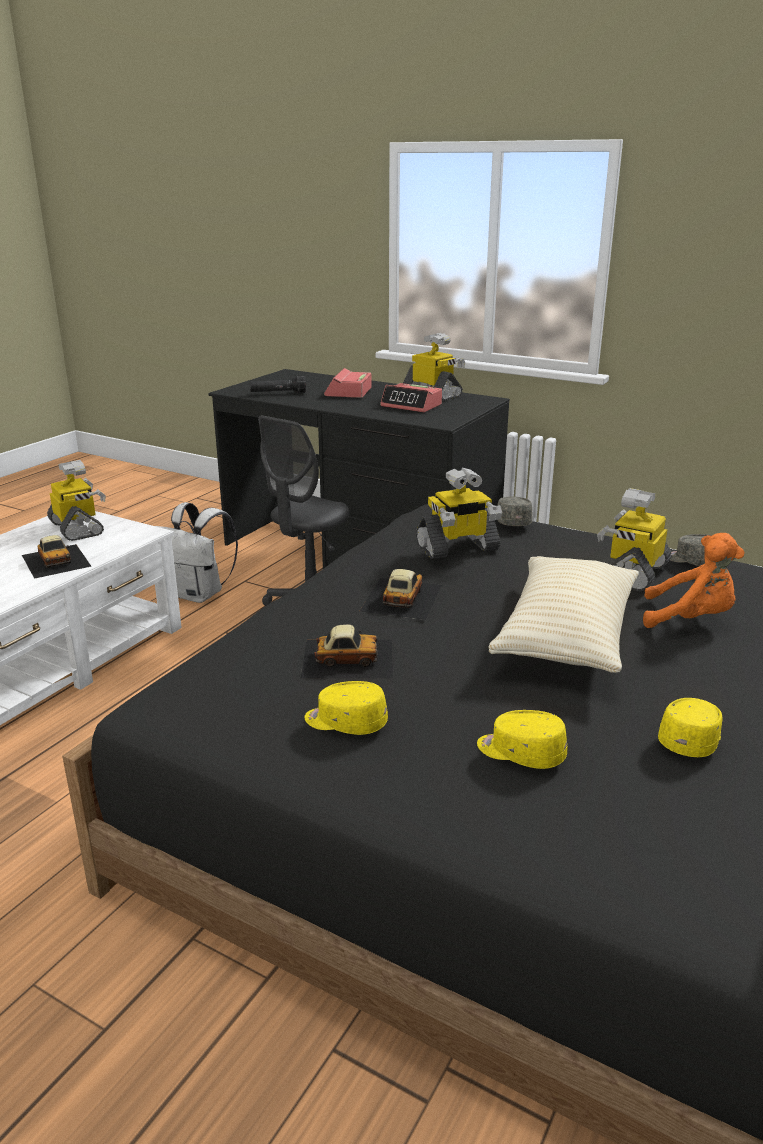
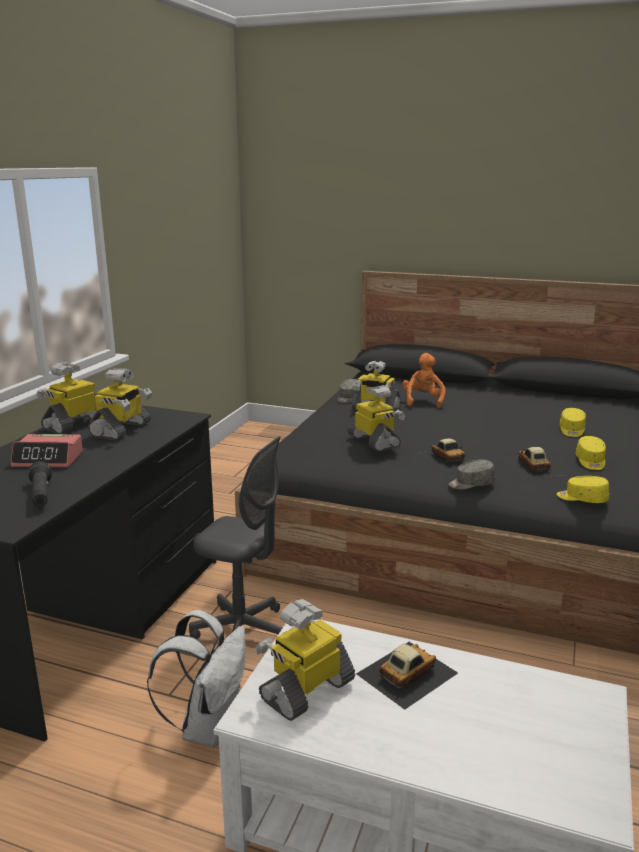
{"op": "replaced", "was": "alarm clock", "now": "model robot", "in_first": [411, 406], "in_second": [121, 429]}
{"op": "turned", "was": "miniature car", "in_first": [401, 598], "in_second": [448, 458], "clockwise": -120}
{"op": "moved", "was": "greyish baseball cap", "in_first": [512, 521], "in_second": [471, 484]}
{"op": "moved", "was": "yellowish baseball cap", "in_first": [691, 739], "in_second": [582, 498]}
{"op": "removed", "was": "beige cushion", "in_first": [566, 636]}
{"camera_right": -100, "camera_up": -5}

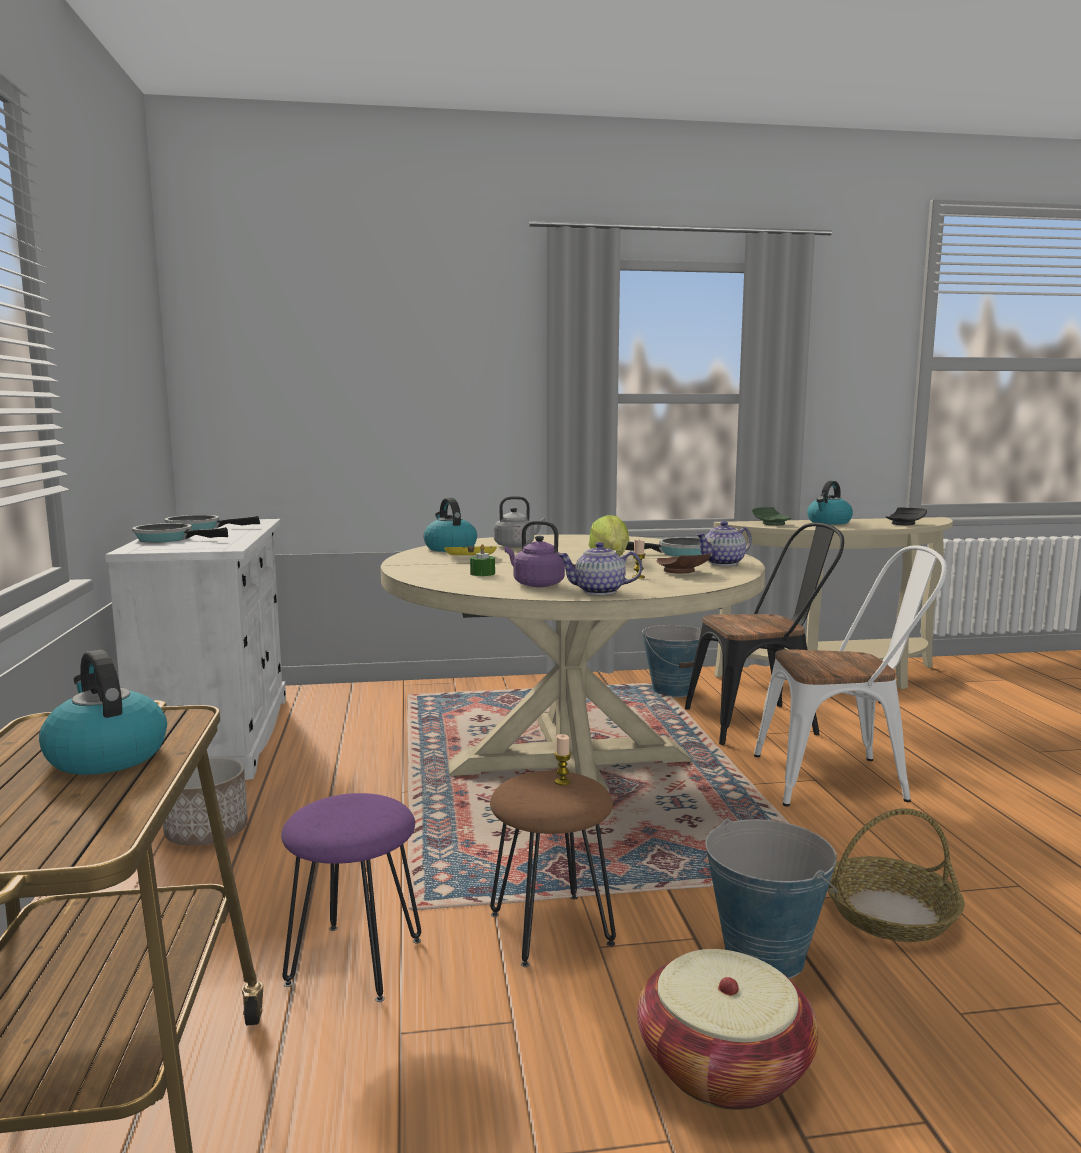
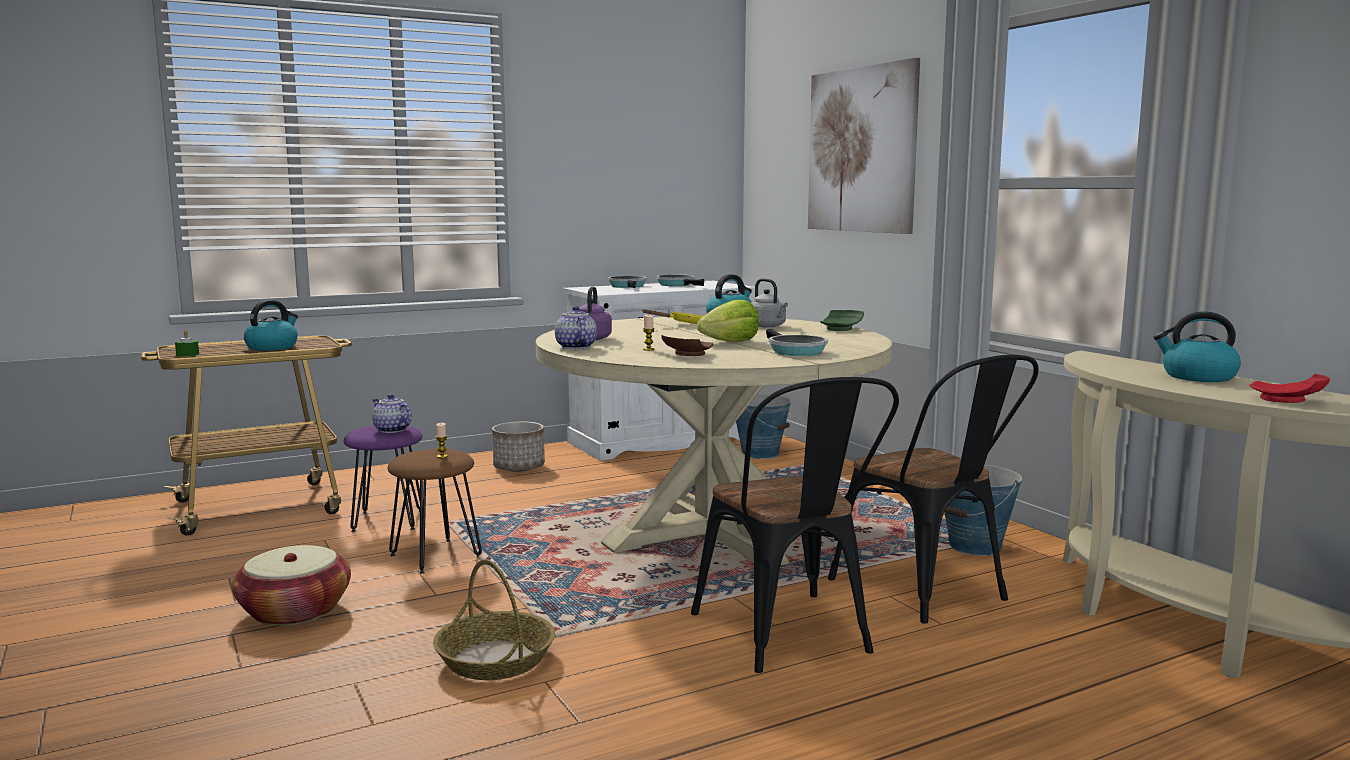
{"op": "moved", "was": "greenish wax light", "in_first": [482, 573], "in_second": [187, 354]}
{"op": "moved", "was": "pot for tea", "in_first": [723, 563], "in_second": [391, 430]}
{"op": "recoloured", "was": "whitish plain chair", "now": "black plain chair", "in_first": [842, 779], "in_second": [789, 637]}
{"op": "moved", "was": "water bucket", "in_first": [763, 955], "in_second": [760, 453]}
{"op": "added", "now": "wall art", "in_second": [861, 150]}
{"op": "moved", "was": "greenish dinner plate", "in_first": [771, 523], "in_second": [841, 329]}
{"op": "recoloured", "was": "black dinner plate", "now": "reddish dinner plate", "in_first": [905, 524], "in_second": [1288, 400]}
{"camera_right": 70, "camera_up": 0}

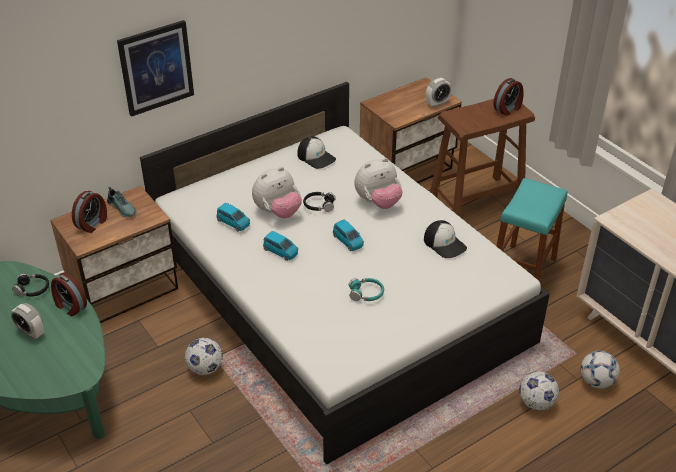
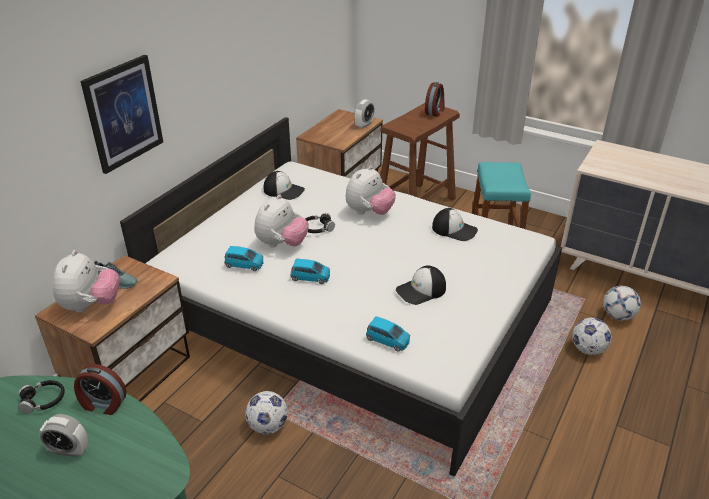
{"op": "replaced", "was": "alarm clock", "now": "soft toy", "in_first": [92, 224], "in_second": [91, 305]}
{"op": "moved", "was": "bluish miniature car", "in_first": [348, 241], "in_second": [387, 340]}
{"op": "replaced", "was": "turquoise-coloured headphones", "now": "baseball cap", "in_first": [366, 293], "in_second": [421, 290]}
{"camera_right": -25, "camera_up": -5}

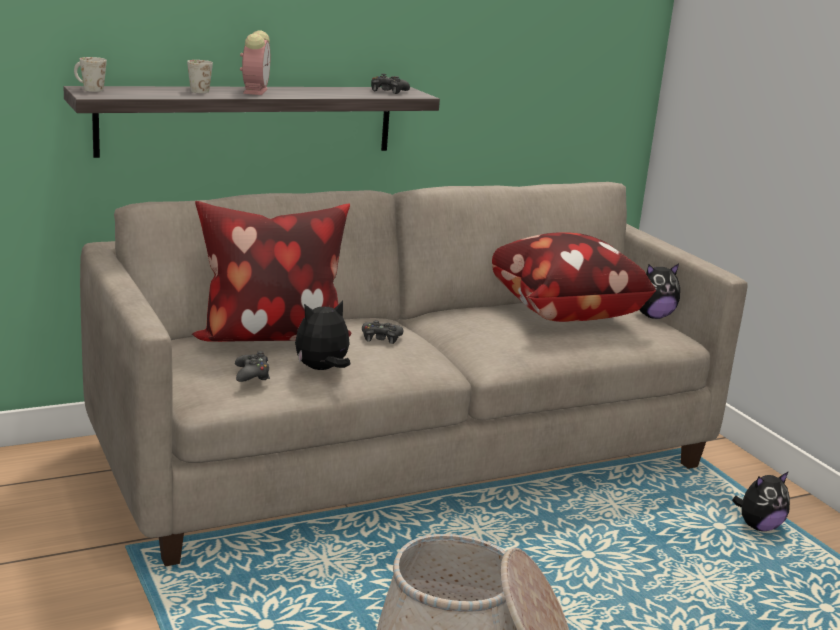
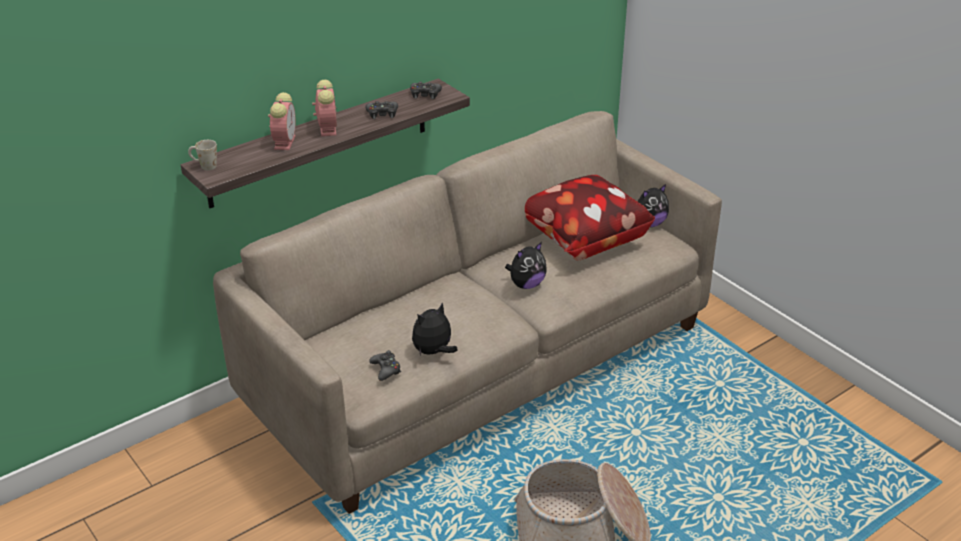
{"op": "replaced", "was": "whitish tea mug", "now": "alarm clock", "in_first": [197, 90], "in_second": [284, 141]}
{"op": "moved", "was": "black gamepad", "in_first": [381, 338], "in_second": [382, 114]}
{"op": "moved", "was": "soft toy", "in_first": [758, 526], "in_second": [526, 284]}
{"op": "removed", "was": "cushion", "in_first": [270, 337]}
{"camera_right": -10, "camera_up": 15}

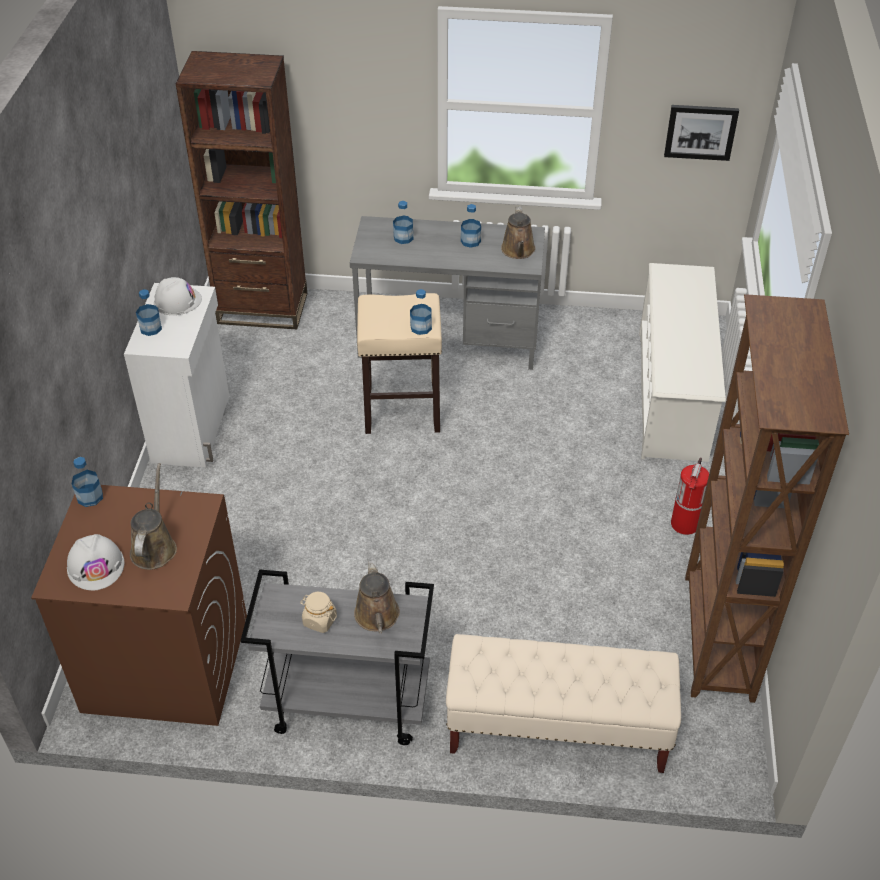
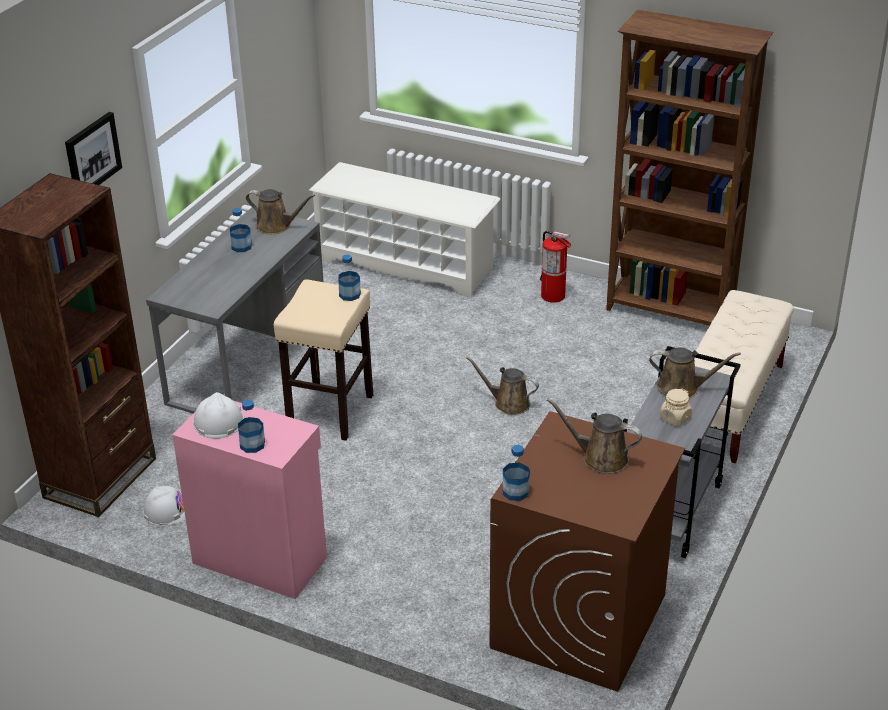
{"op": "moved", "was": "wall art", "in_first": [700, 131], "in_second": [92, 154]}
{"op": "moved", "was": "whitish work helmet", "in_first": [96, 566], "in_second": [167, 510]}
{"op": "recoloured", "was": "whitish storage cabinet", "now": "pink-coloured storage cabinet", "in_first": [193, 428], "in_second": [260, 558]}
{"op": "added", "now": "brown-coloured sprinkling can", "in_second": [508, 403]}
{"op": "removed", "was": "bottle", "in_first": [403, 238]}
{"camera_right": -70, "camera_up": -10}

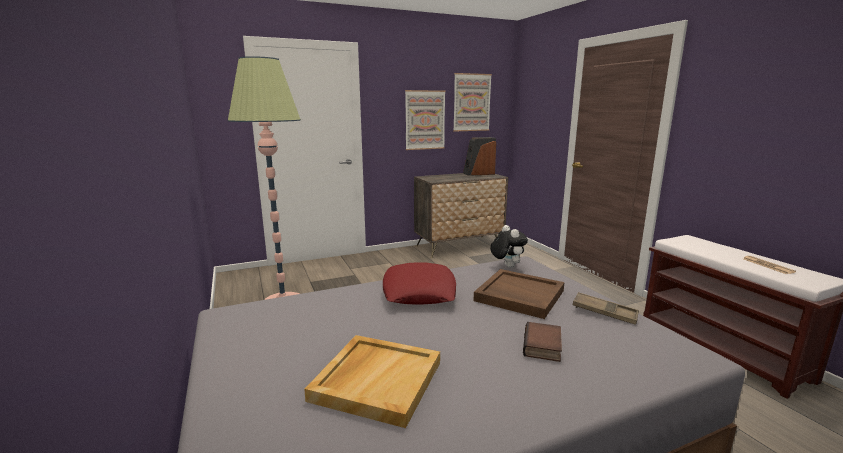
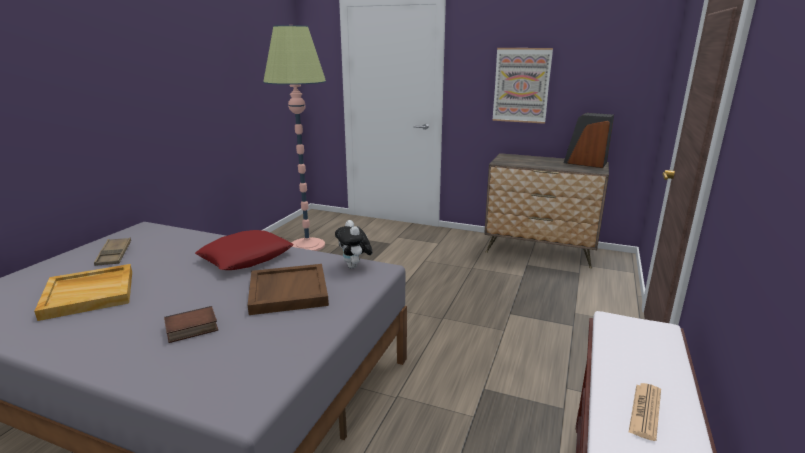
{"op": "moved", "was": "brown-coloured serving tray", "in_first": [604, 312], "in_second": [114, 255]}
{"op": "turned", "was": "soft toy", "in_first": [506, 266], "in_second": [354, 266], "clockwise": 135}
{"op": "removed", "was": "wall art", "in_first": [471, 102]}
{"camera_right": 45, "camera_up": 5}

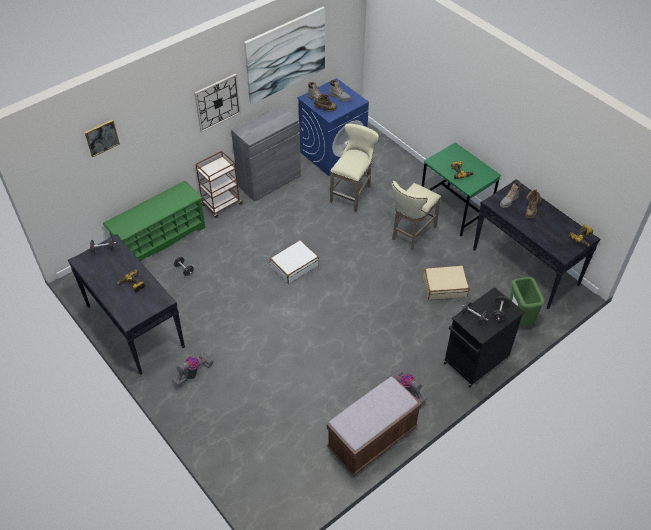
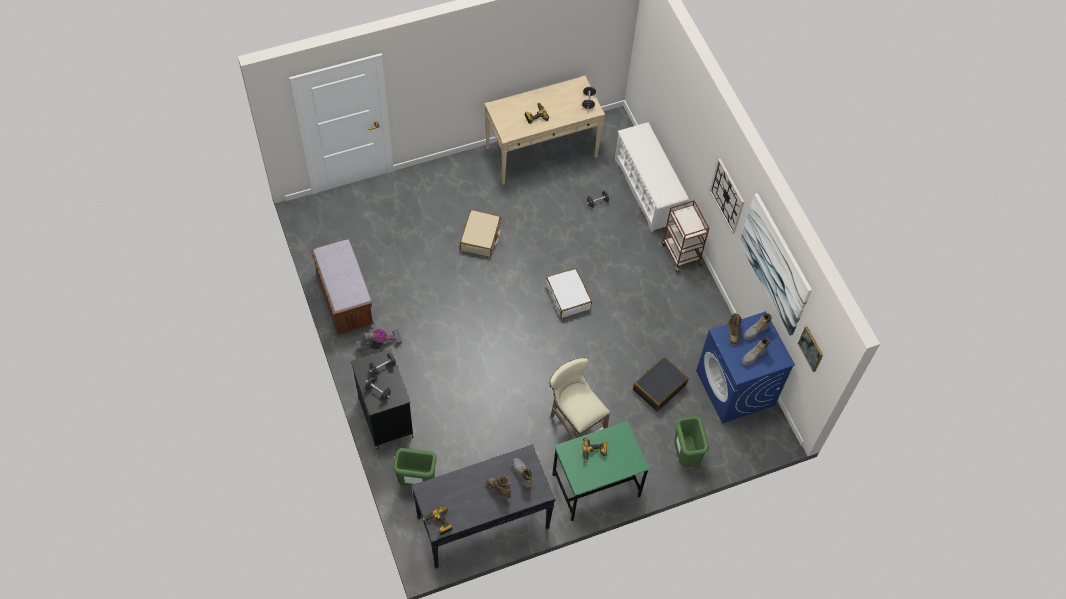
{"op": "moved", "was": "beige suitcase", "in_first": [444, 287], "in_second": [481, 237]}
{"op": "recoloured", "was": "black console table", "now": "beige console table", "in_first": [134, 326], "in_second": [542, 152]}
{"op": "recoloured", "was": "greenish shoe shelf", "now": "whitish shoe shelf", "in_first": [160, 239], "in_second": [647, 190]}
{"op": "replaced", "was": "beige stool", "now": "black suitcase", "in_first": [353, 193], "in_second": [659, 387]}
{"op": "added", "now": "greenish rubbish bin", "in_second": [686, 455]}
{"op": "moved", "was": "wall art", "in_first": [101, 137], "in_second": [811, 348]}
{"op": "removed", "was": "vacuum cleaner", "in_first": [193, 373]}
{"op": "removed", "was": "greyish storage cabinet", "in_first": [269, 181]}
{"camera_right": 105, "camera_up": 10}

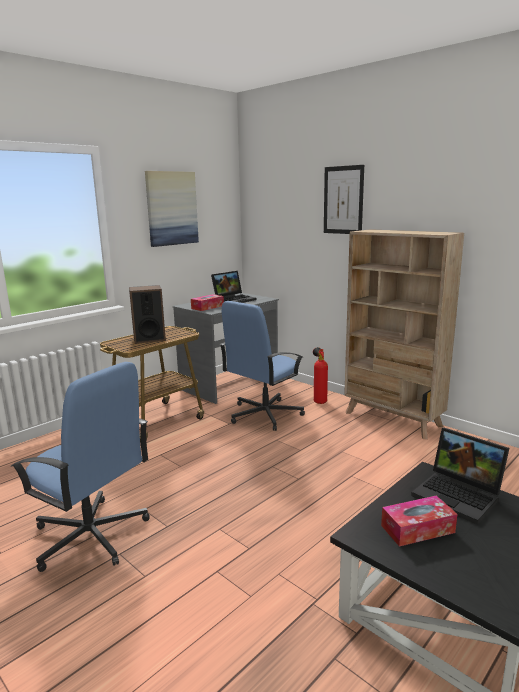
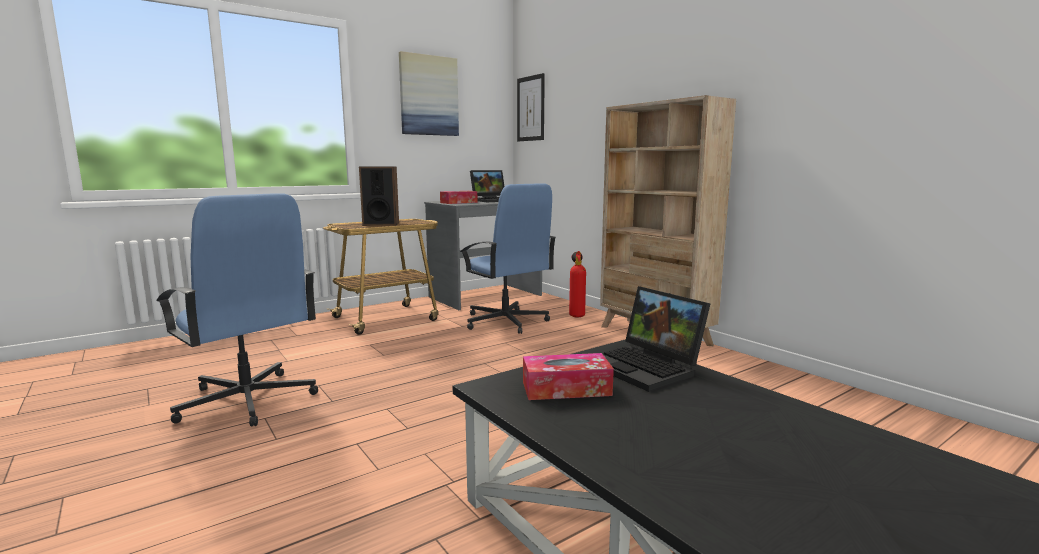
{"op": "turned", "was": "bluish desk chair", "in_first": [264, 415], "in_second": [505, 322], "clockwise": -90}
{"op": "moved", "was": "wall art", "in_first": [343, 200], "in_second": [530, 108]}
{"camera_right": 10, "camera_up": -5}

